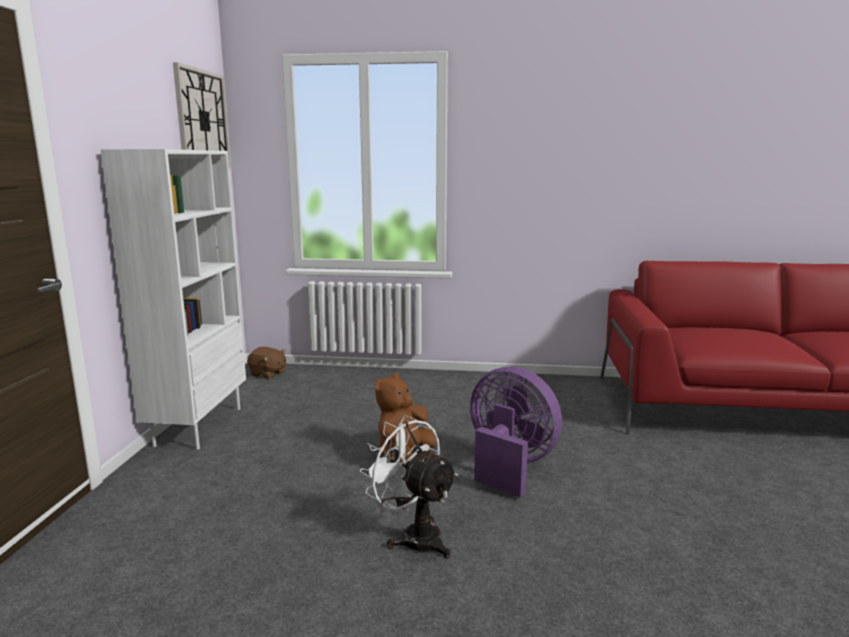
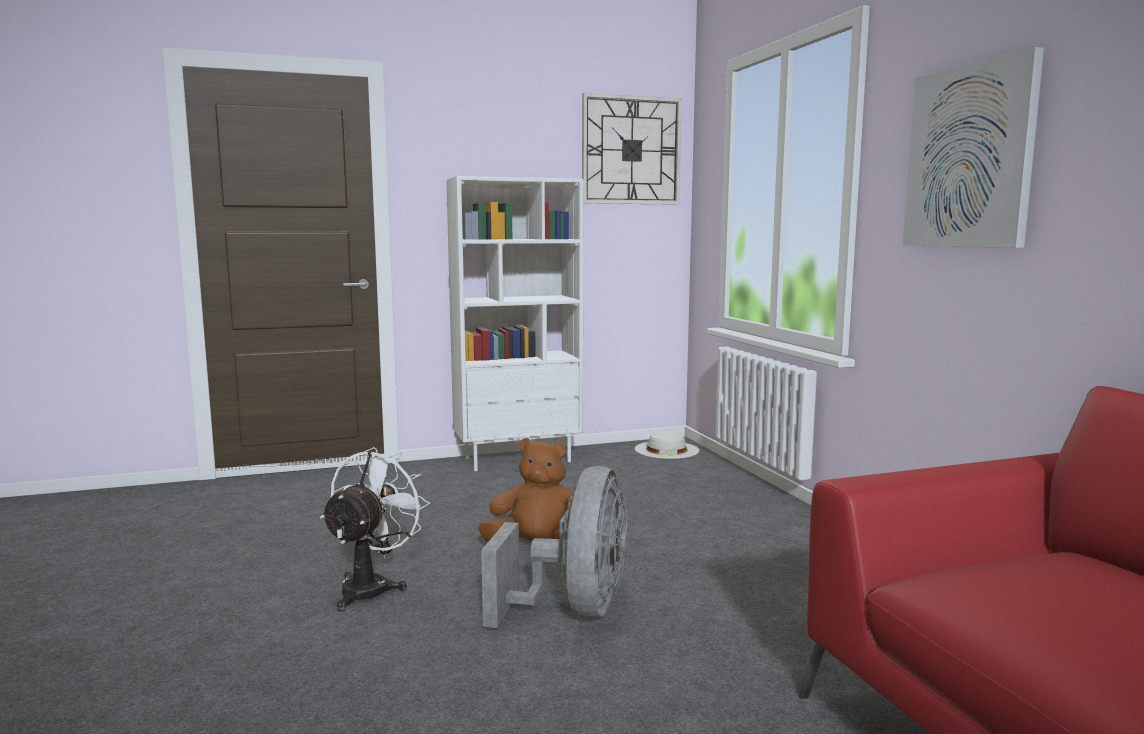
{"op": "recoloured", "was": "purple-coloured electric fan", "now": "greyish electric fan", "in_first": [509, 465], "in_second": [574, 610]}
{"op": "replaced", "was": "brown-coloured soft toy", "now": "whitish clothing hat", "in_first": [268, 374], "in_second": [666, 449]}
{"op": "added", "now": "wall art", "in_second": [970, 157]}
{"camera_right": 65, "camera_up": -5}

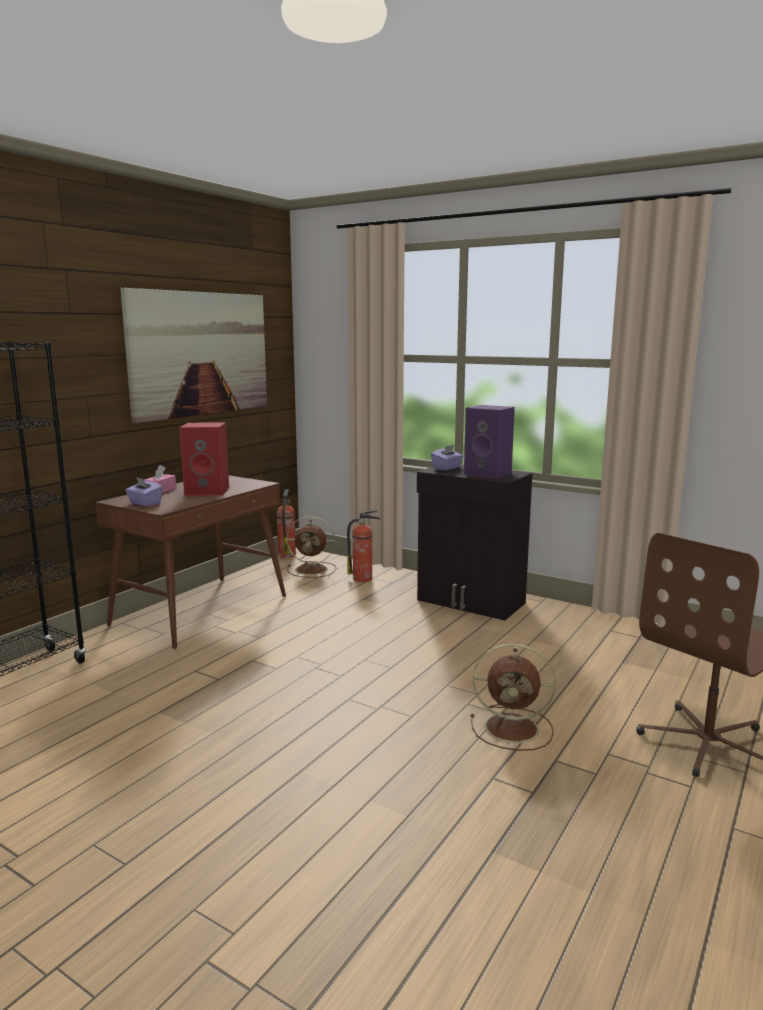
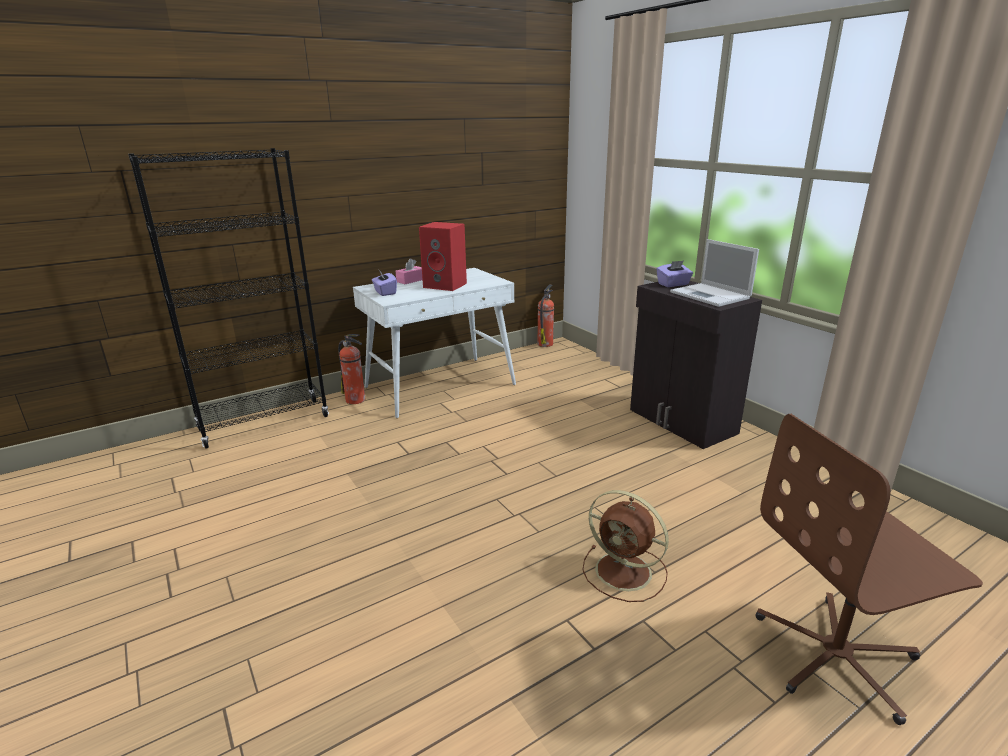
{"op": "moved", "was": "fire-fighting cylinder", "in_first": [363, 579], "in_second": [356, 400]}
{"op": "recoloured", "was": "brown-coloured desk unit", "now": "whitish desk unit", "in_first": [201, 610], "in_second": [440, 386]}
{"op": "replaced", "was": "purple-coloured audio speaker", "now": "laptop", "in_first": [489, 473], "in_second": [711, 295]}
{"op": "removed", "was": "wall art", "in_first": [200, 353]}
{"op": "removed", "was": "brown-coloured electric fan", "in_first": [313, 570]}
{"camera_right": 25, "camera_up": 10}

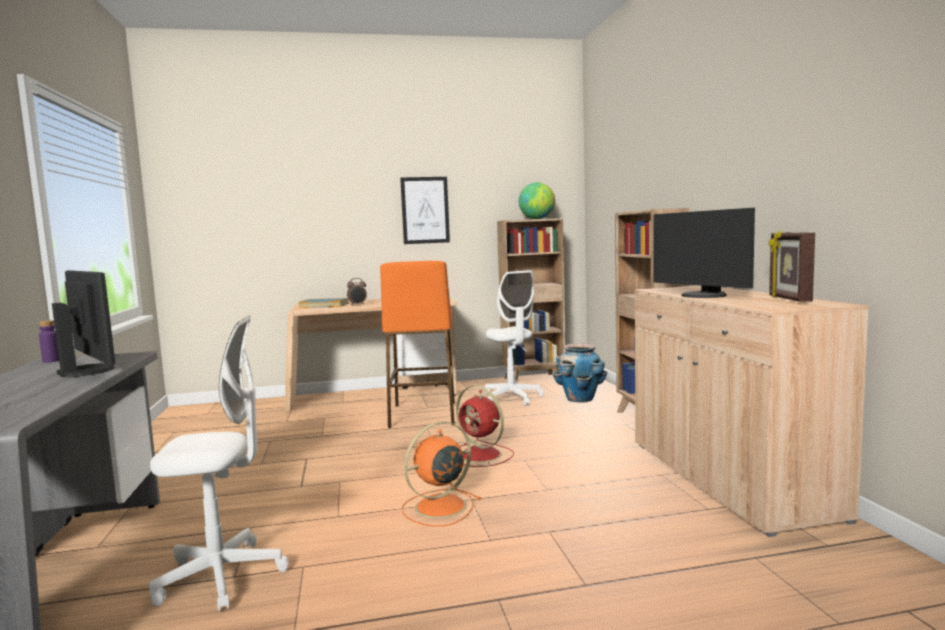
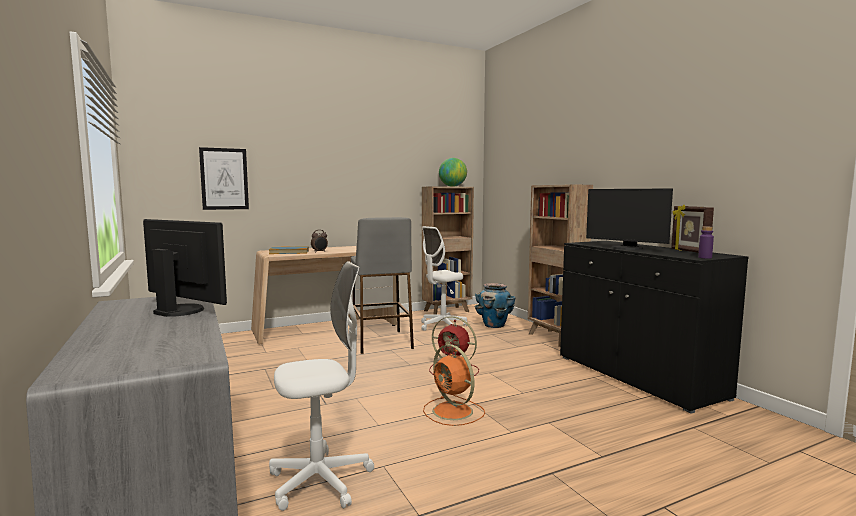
{"op": "moved", "was": "wall art", "in_first": [425, 210], "in_second": [224, 179]}
{"op": "recoloured", "was": "orange stool", "now": "greyish stool", "in_first": [423, 415], "in_second": [381, 342]}
{"op": "turned", "was": "whitish desk chair", "in_first": [512, 398], "in_second": [442, 326], "clockwise": 90}
{"op": "turned", "was": "orange electric fan", "in_first": [438, 507], "in_second": [454, 412], "clockwise": -75}
{"op": "recoloured", "was": "beige storage cabinet", "now": "black storage cabinet", "in_first": [727, 478], "in_second": [637, 376]}
{"op": "moved", "was": "purple-coloured bottle", "in_first": [52, 361], "in_second": [705, 257]}
{"camera_right": -15, "camera_up": 0}

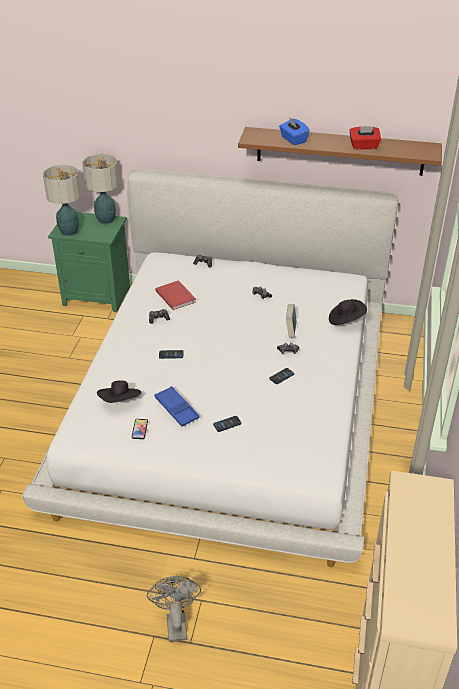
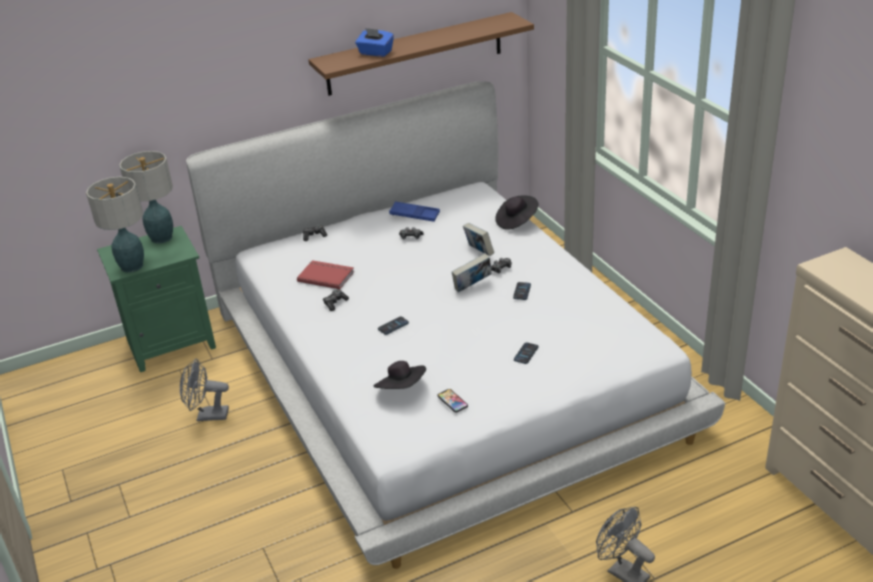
{"op": "added", "now": "greyish electric fan", "in_second": [207, 416]}
{"op": "moved", "was": "bluish serving tray", "in_first": [176, 409], "in_second": [414, 215]}
{"op": "added", "now": "bound book", "in_second": [472, 286]}
{"op": "removed", "was": "reddish tissue box", "in_first": [364, 146]}
{"camera_right": -35, "camera_up": -5}

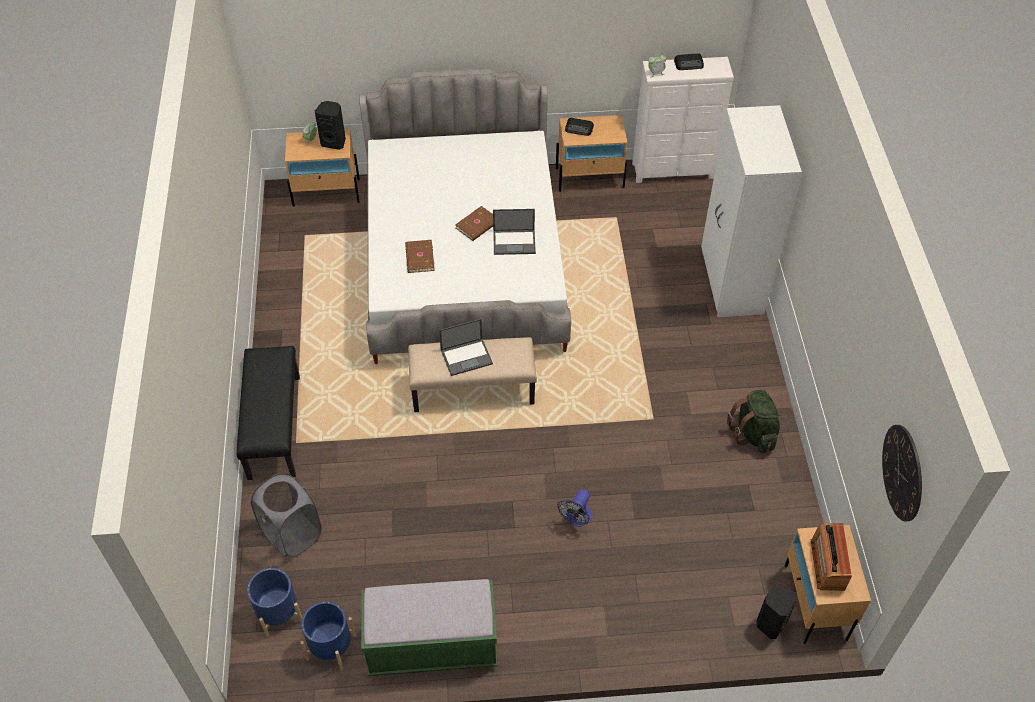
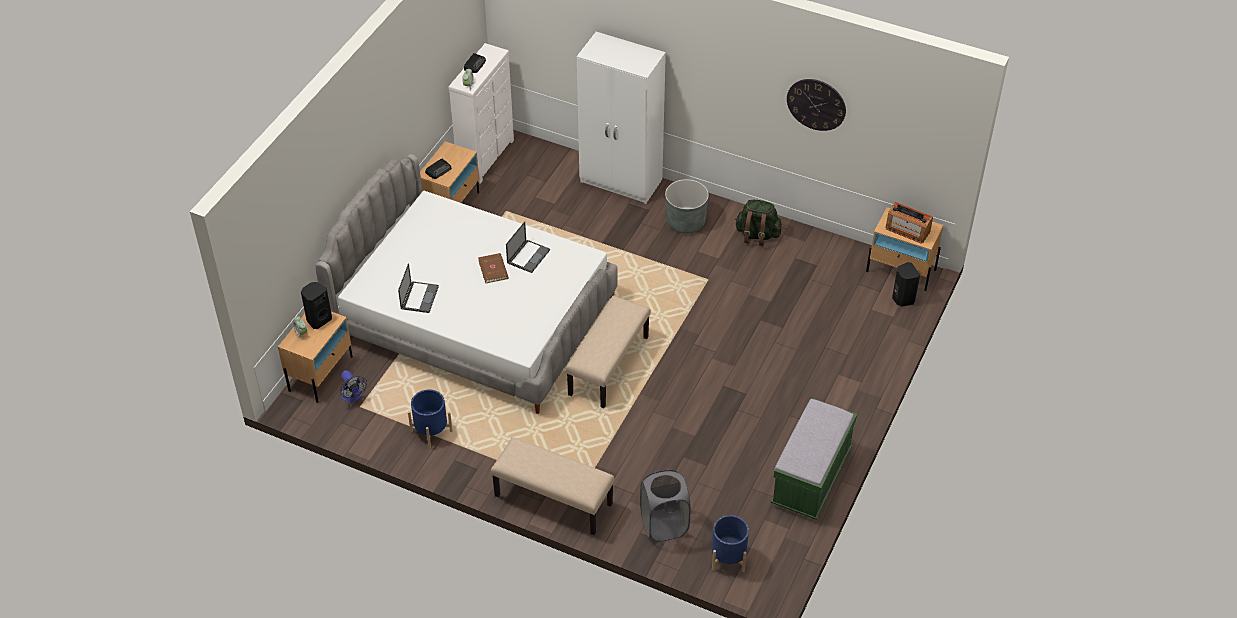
{"op": "moved", "was": "electric fan", "in_first": [576, 519], "in_second": [353, 396]}
{"op": "moved", "was": "laptop", "in_first": [467, 356], "in_second": [419, 297]}
{"op": "moved", "was": "bluish flower pot", "in_first": [331, 646], "in_second": [431, 431]}
{"op": "recoloured", "was": "black long seat", "now": "beige long seat", "in_first": [273, 426], "in_second": [552, 500]}
{"op": "added", "now": "greyish flower pot", "in_second": [685, 222]}
{"op": "moved", "was": "hanging clock", "in_first": [902, 472], "in_second": [816, 104]}
{"op": "removed", "was": "brown-coloured bound book", "in_first": [419, 258]}
{"camera_right": -60, "camera_up": -5}

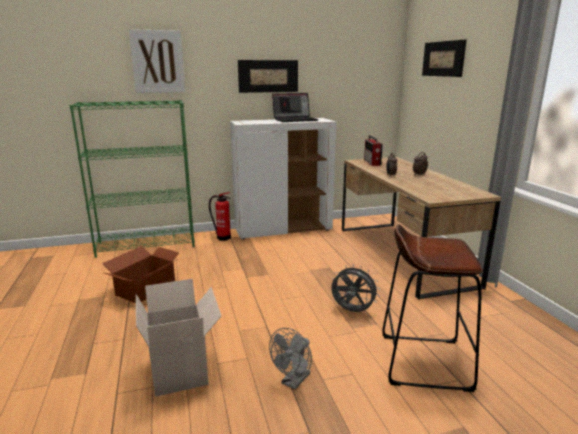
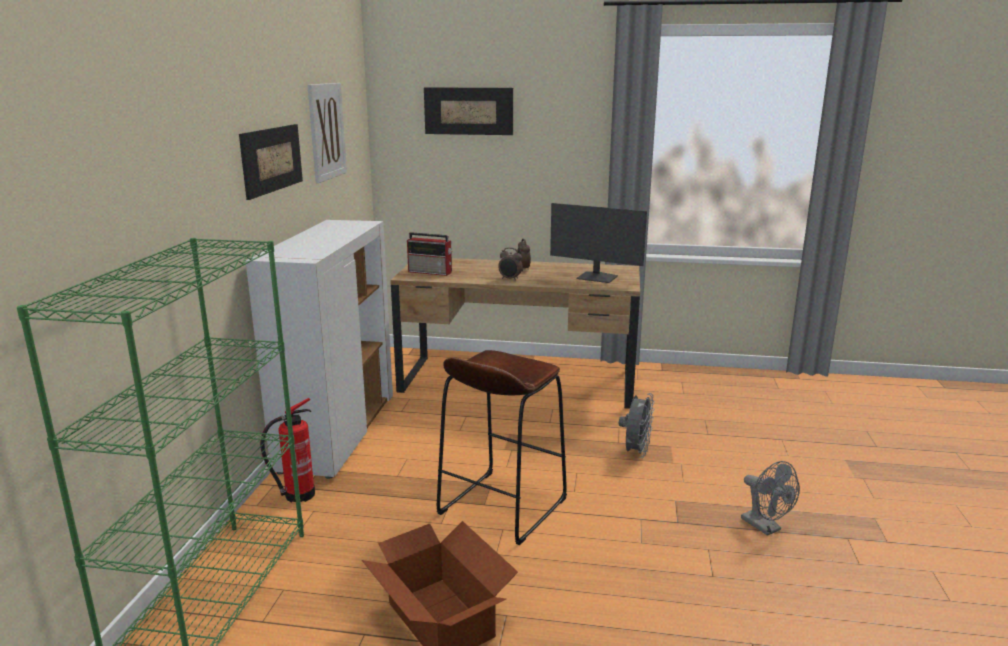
{"op": "moved", "was": "wall art", "in_first": [158, 62], "in_second": [326, 131]}
{"op": "moved", "was": "brown-coloured stool", "in_first": [424, 361], "in_second": [502, 506]}
{"op": "added", "now": "computer display", "in_second": [597, 278]}
{"op": "turned", "was": "greyish electric fan", "in_first": [352, 311], "in_second": [636, 452], "clockwise": 150}
{"op": "removed", "was": "cardboard box", "in_first": [181, 371]}
{"op": "removed", "was": "laptop", "in_first": [295, 120]}
{"camera_right": -65, "camera_up": 0}

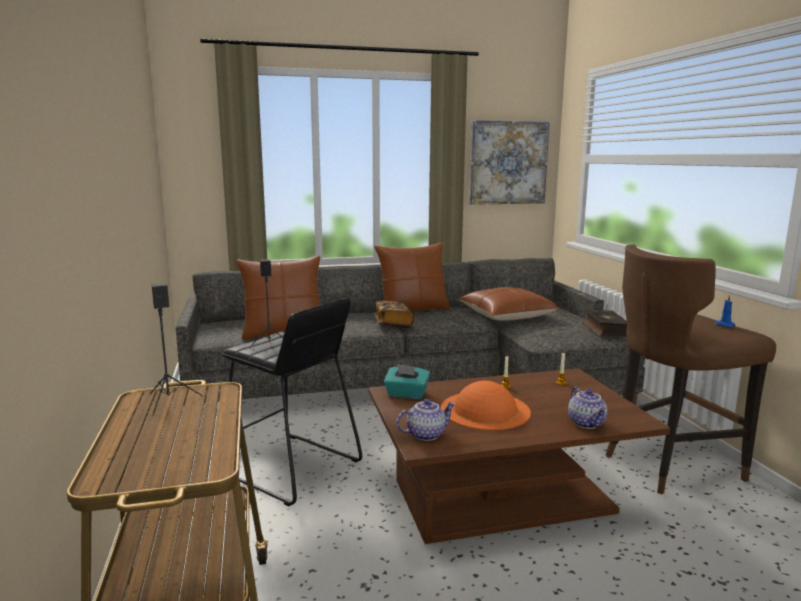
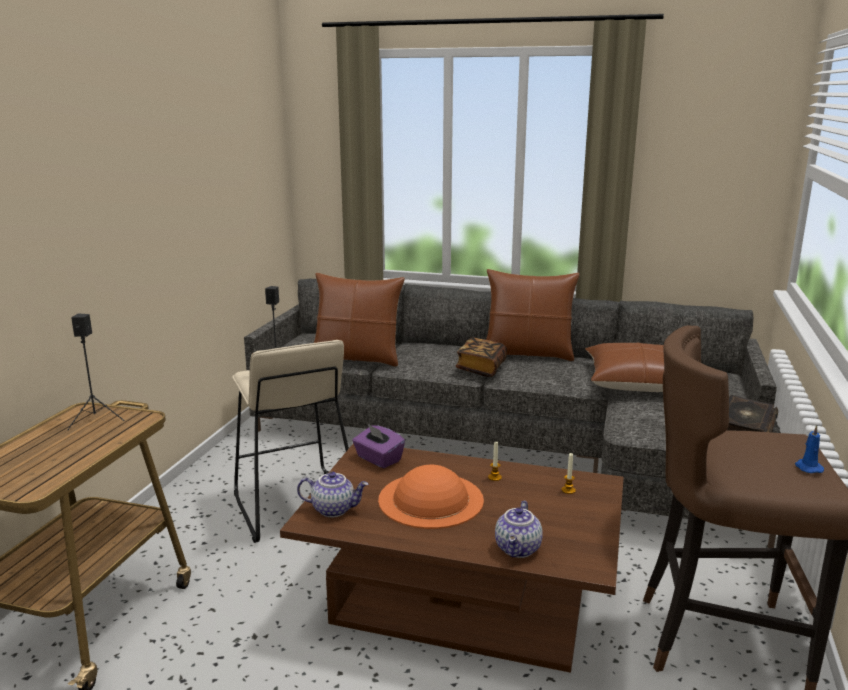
{"op": "recoloured", "was": "black stool", "now": "beige stool", "in_first": [291, 468], "in_second": [293, 505]}
{"op": "recoloured", "was": "turquoise-coloured tissue box", "now": "purple-coloured tissue box", "in_first": [406, 394], "in_second": [378, 459]}
{"op": "removed", "was": "wall art", "in_first": [508, 163]}
{"camera_right": 30, "camera_up": 5}

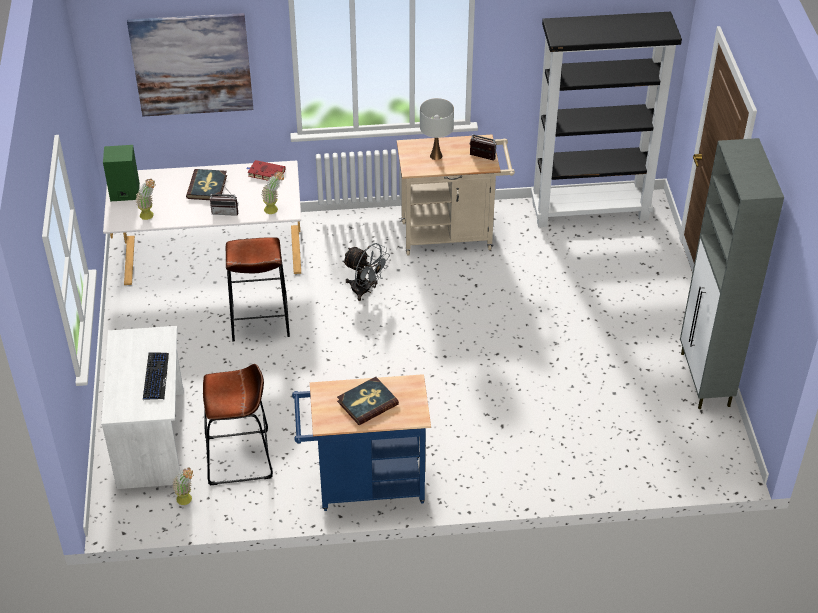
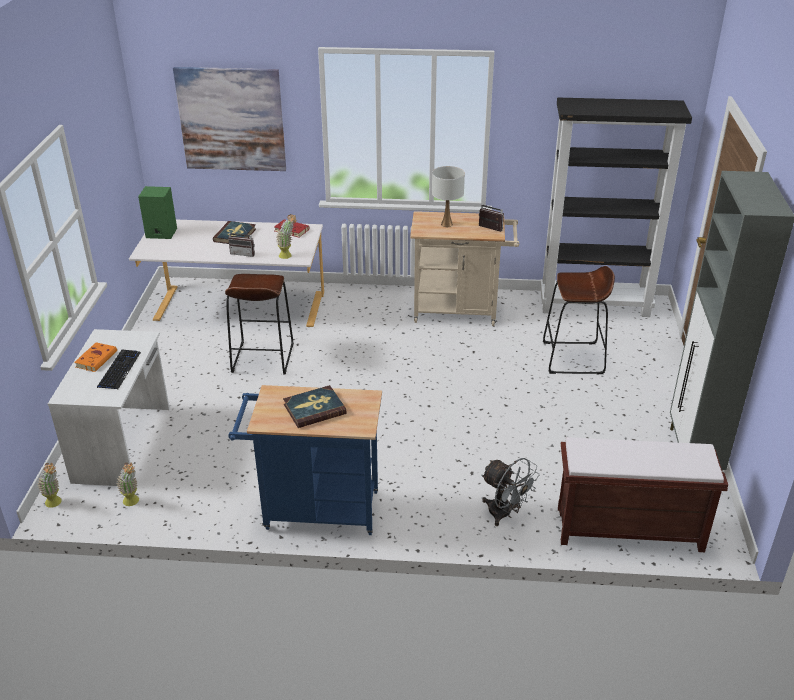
{"op": "moved", "was": "houseplant", "in_first": [150, 216], "in_second": [56, 503]}
{"op": "added", "now": "orange bound book", "in_second": [97, 359]}
{"op": "moved", "was": "greyish electric fan", "in_first": [365, 290], "in_second": [505, 514]}
{"op": "moved", "was": "brown-coloured stool", "in_first": [239, 458], "in_second": [573, 358]}
{"op": "added", "now": "brown-coloured long seat", "in_second": [627, 530]}
{"camera_right": 10, "camera_up": -10}

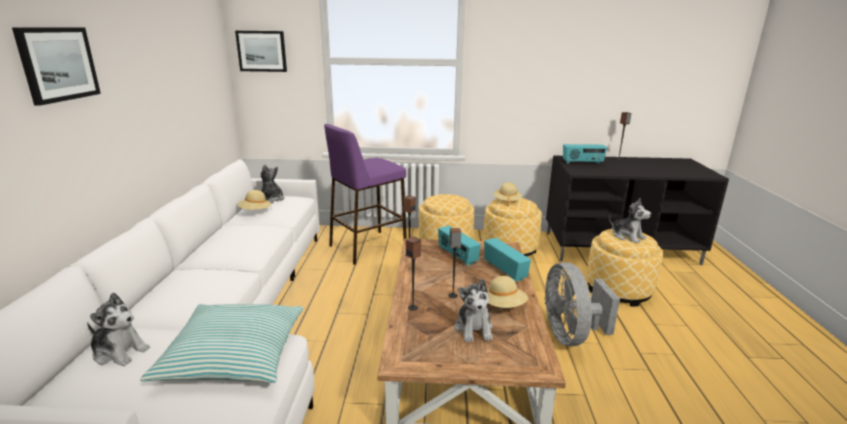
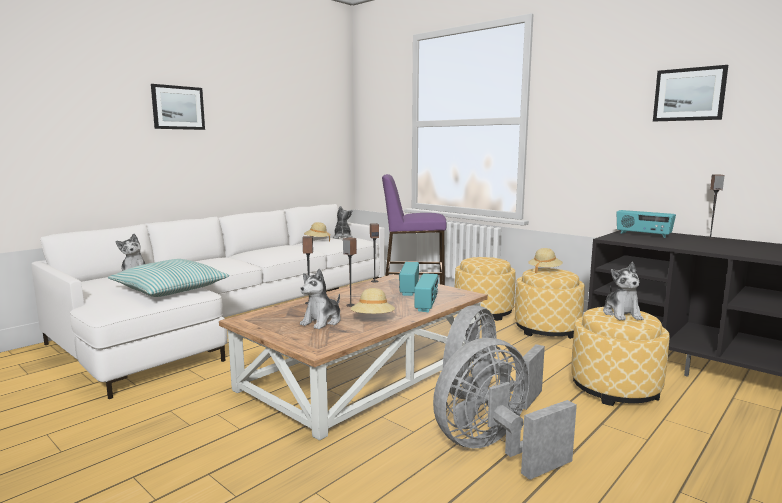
{"op": "added", "now": "greyish electric fan", "in_second": [494, 449]}
{"op": "moved", "was": "wall art", "in_first": [262, 51], "in_second": [689, 94]}
{"camera_right": 40, "camera_up": -10}

